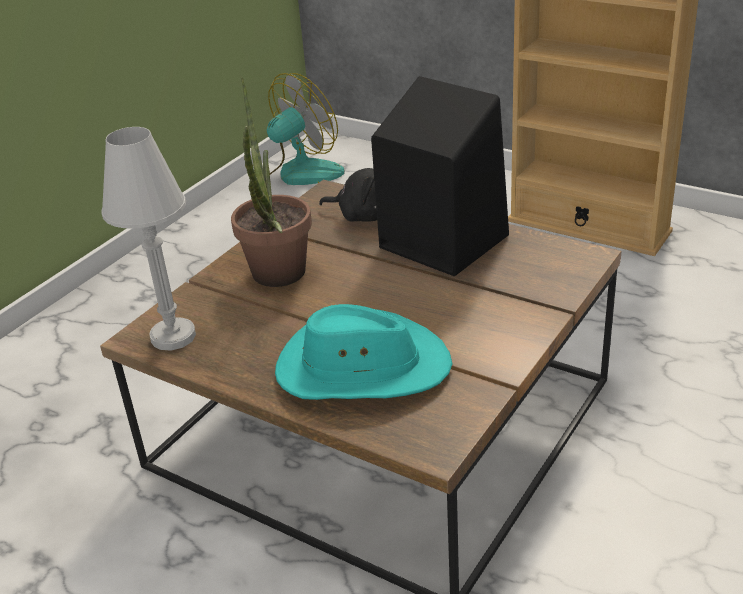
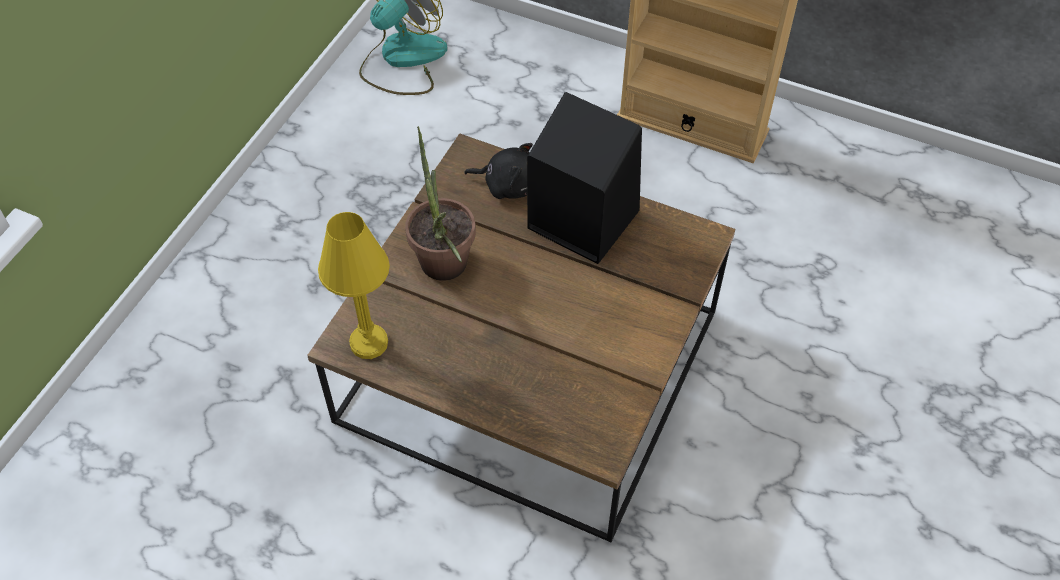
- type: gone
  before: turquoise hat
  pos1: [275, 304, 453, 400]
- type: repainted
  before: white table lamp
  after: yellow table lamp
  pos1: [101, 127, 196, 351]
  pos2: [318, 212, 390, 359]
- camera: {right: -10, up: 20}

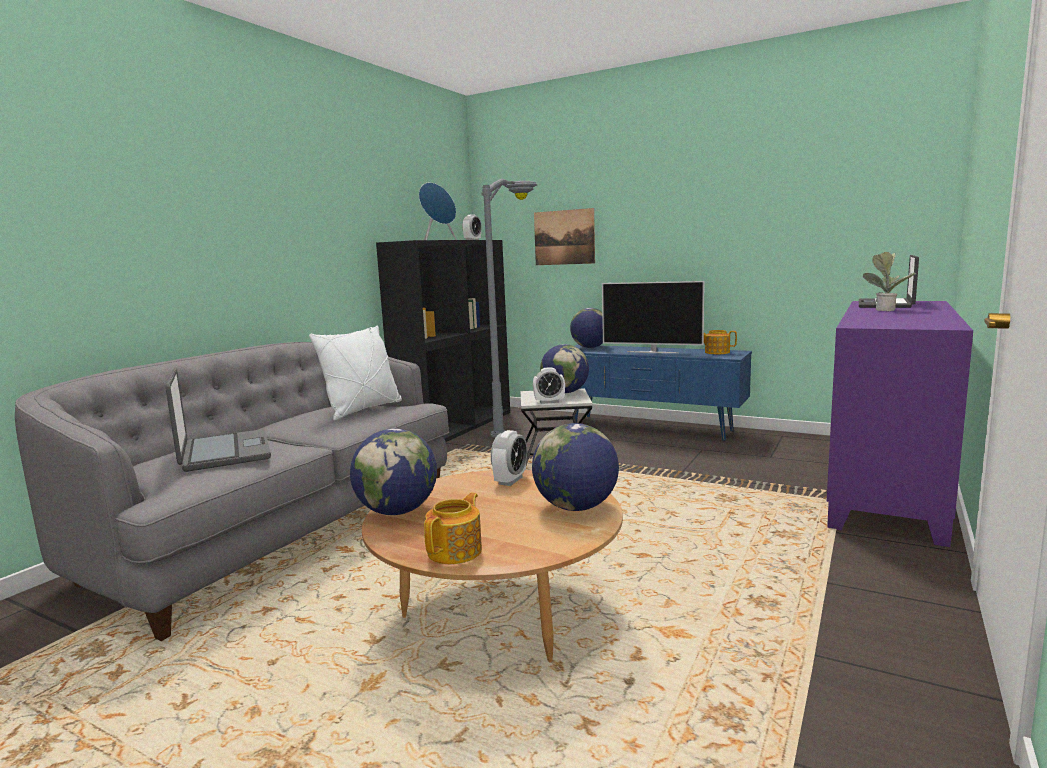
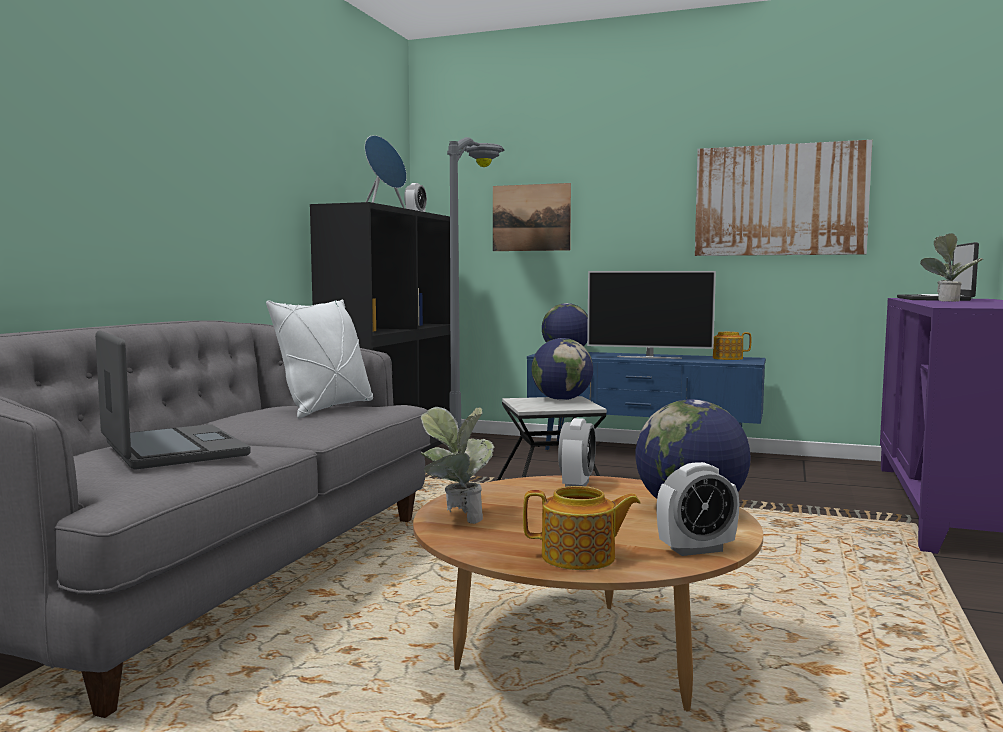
- type: new
  after: picture
  pos2: [695, 140, 872, 256]
- type: shifted
  before: alarm clock
  pos1: [533, 367, 565, 404]
  pos2: [657, 462, 739, 556]
- type: swapped
  before: globe
  after: potted plant
  pos1: [350, 429, 437, 515]
  pos2: [421, 407, 495, 524]
- type: rotated
  before: teapot
  pos1: [424, 493, 482, 564]
  pos2: [523, 486, 641, 570]
  turn: 75
- camera: {right: -10, up: -5}

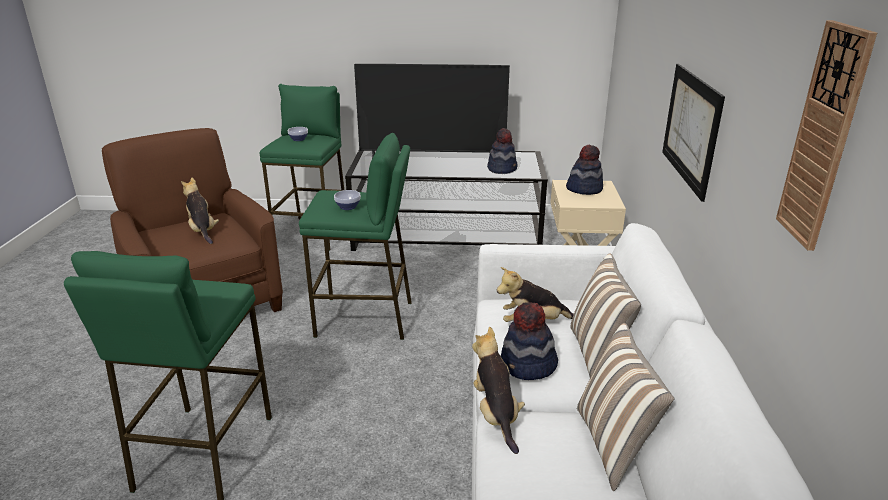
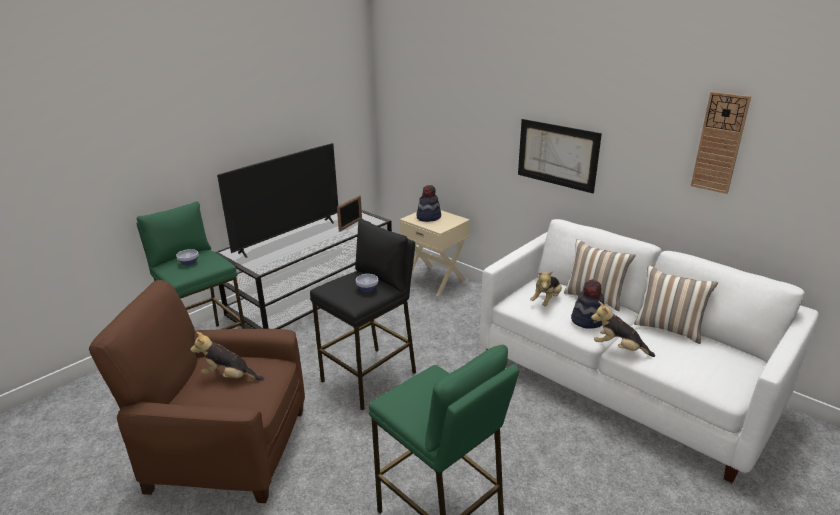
- type: swapped
  before: hat
  after: picture frame
  pos1: [487, 129, 517, 174]
  pos2: [337, 195, 362, 232]
- type: repainted
  before: green stool
  after: black stool
  pos1: [299, 133, 412, 340]
  pos2: [310, 219, 416, 410]
- camera: {right: -50, up: 0}

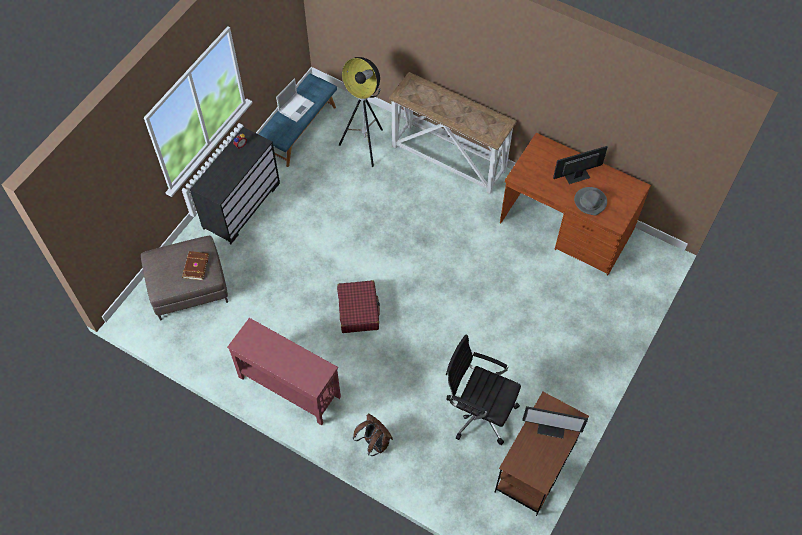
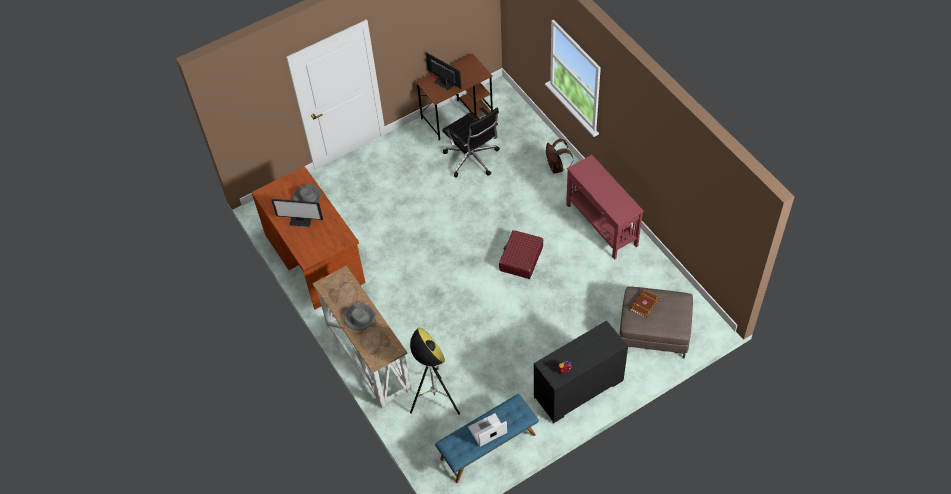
- type: new
  after: grey hat
  pos2: [344, 304, 376, 330]
- camera: {right: -150, up: -5}

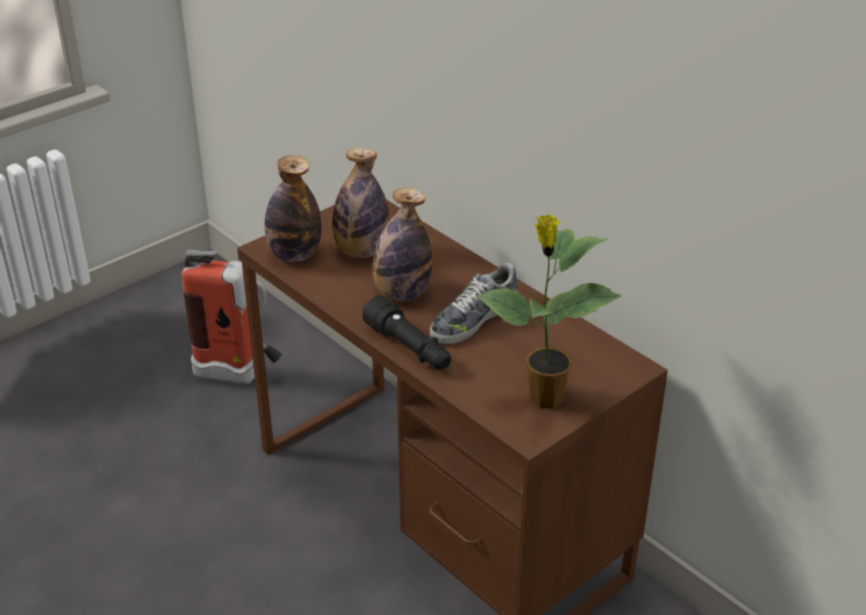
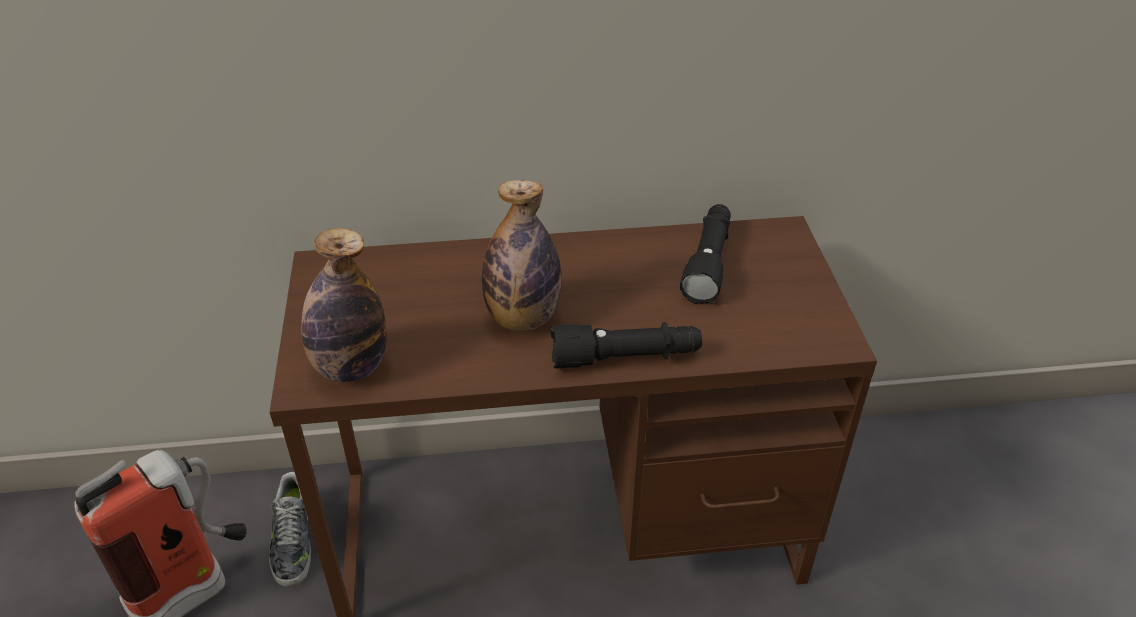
- type: gone
  before: bottle
  pos1: [333, 148, 389, 258]
- type: gone
  before: potted plant
  pos1: [476, 214, 621, 408]
- type: new
  after: black flashlight
  pos2: [680, 204, 731, 304]
- type: shifted
  before: shoe
  pos1: [430, 262, 518, 344]
  pos2: [269, 472, 311, 587]
- camera: {right: -55, up: 5}

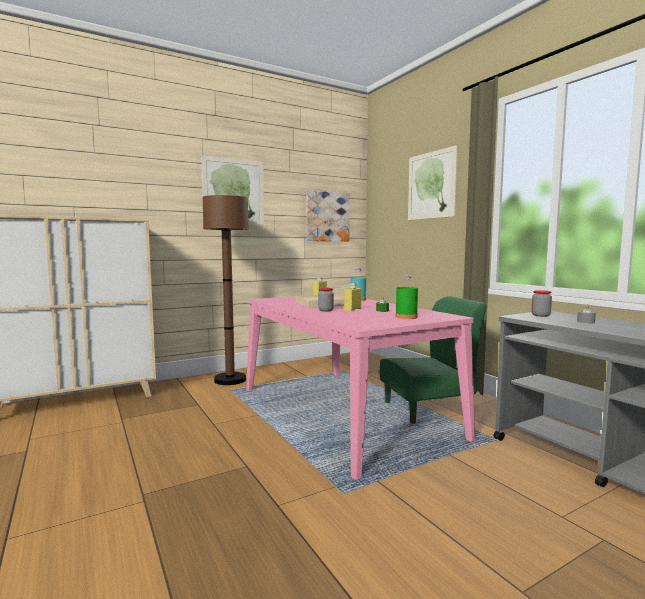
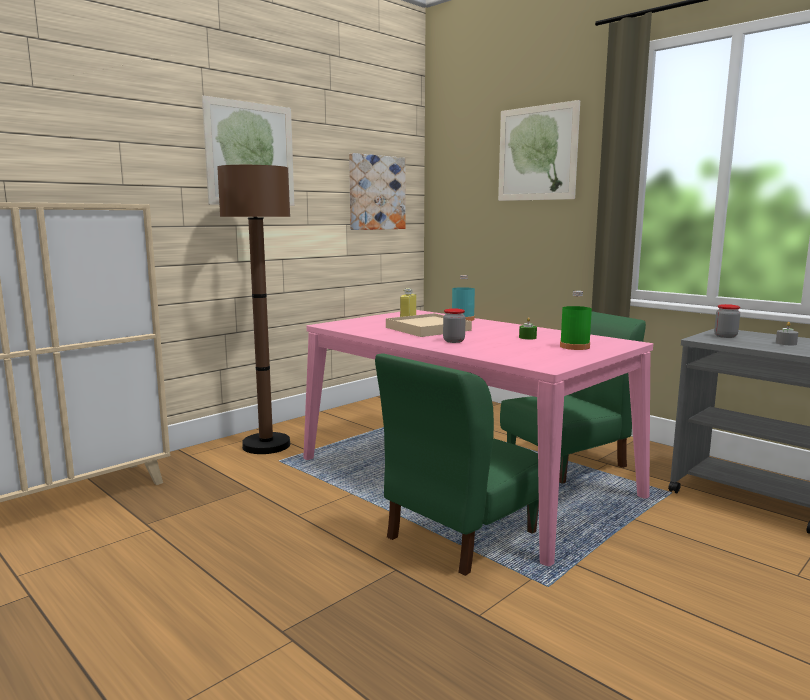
- type: gone
  before: yellow bottle
  pos1: [344, 283, 361, 311]
- type: new
  after: green chair
  pos2: [375, 353, 539, 576]
- camera: {right: -15, up: 5}

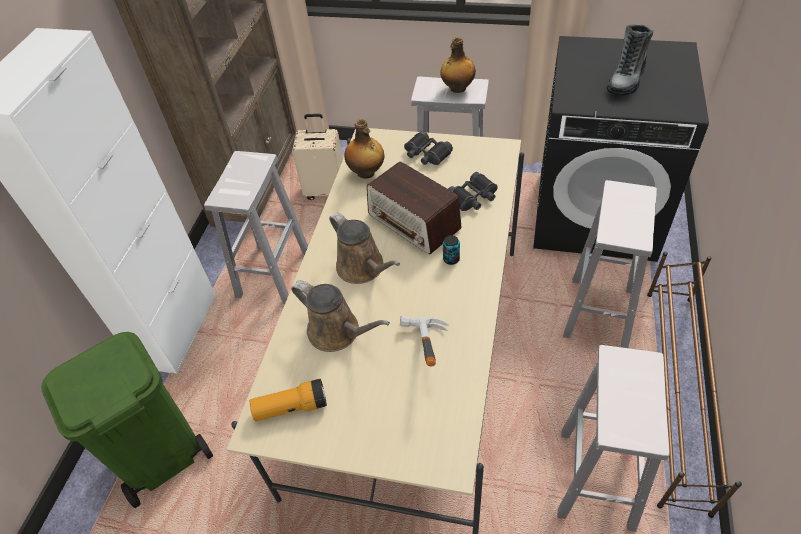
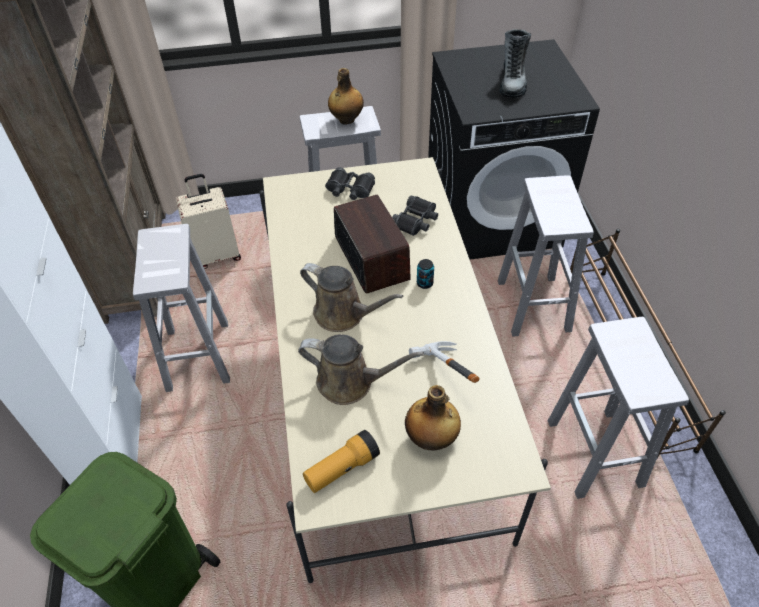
- type: shifted
  before: bottle
  pos1: [344, 119, 384, 179]
  pos2: [405, 385, 461, 450]
- type: rotated
  before: radio
  pos1: [367, 161, 461, 254]
  pos2: [334, 194, 411, 294]
  turn: -135
- camera: {right: -25, up: 0}

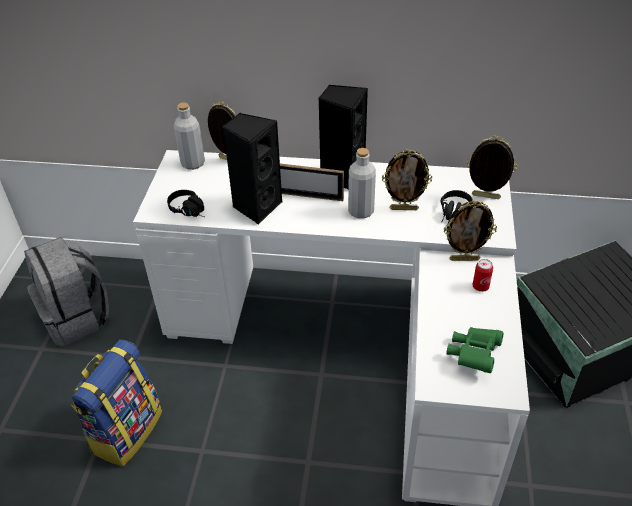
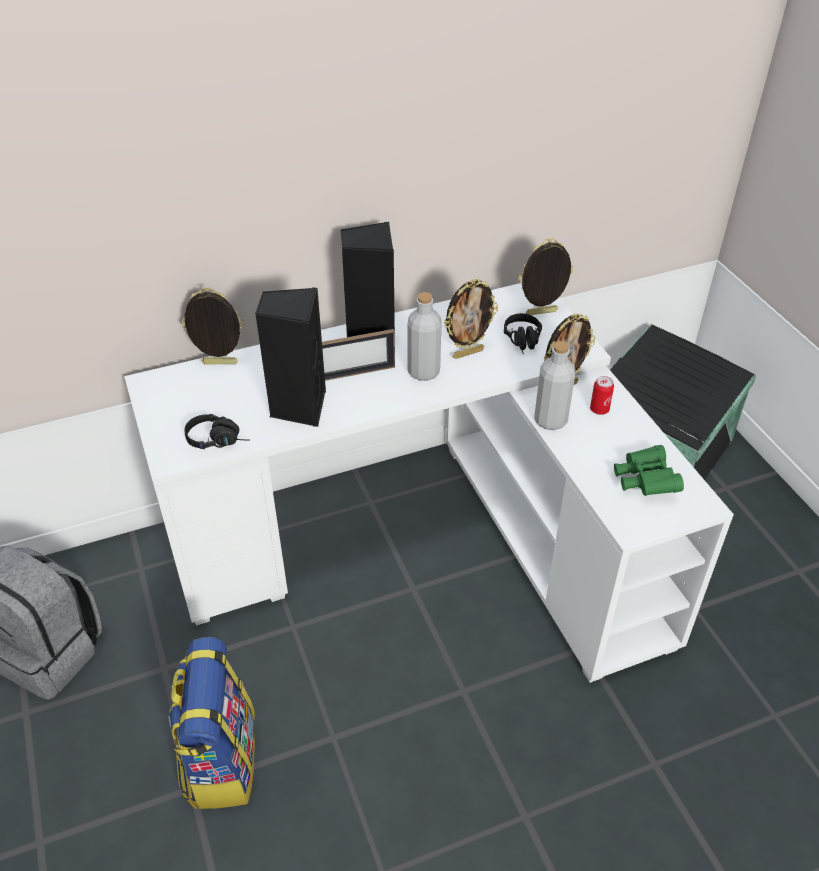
- type: shifted
  before: grey bottle
  pos1: [174, 102, 205, 170]
  pos2: [534, 341, 575, 430]
- camera: {right: -30, up: 0}

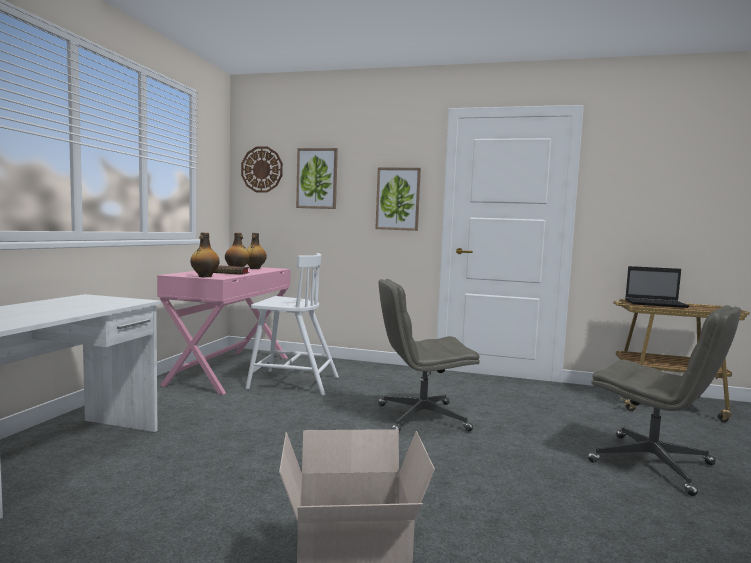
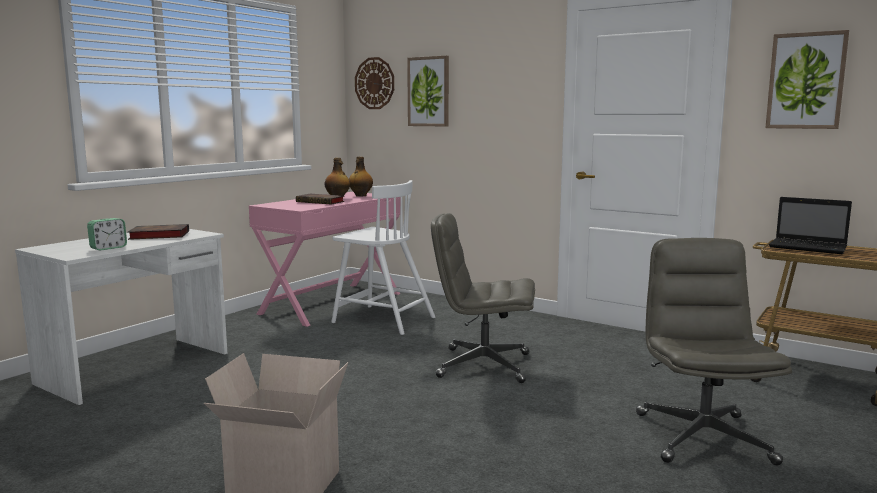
- type: gone
  before: bottle
  pos1: [190, 232, 220, 277]
- type: new
  after: alarm clock
  pos2: [87, 218, 127, 251]
- type: new
  after: book
  pos2: [127, 224, 189, 240]
- type: shifted
  before: picture
  pos1: [375, 167, 421, 231]
  pos2: [765, 30, 849, 129]
- type: rotated
  before: grey office chair
  pos1: [588, 305, 741, 496]
  pos2: [636, 238, 792, 465]
  turn: -150
- camera: {right: 20, up: 5}

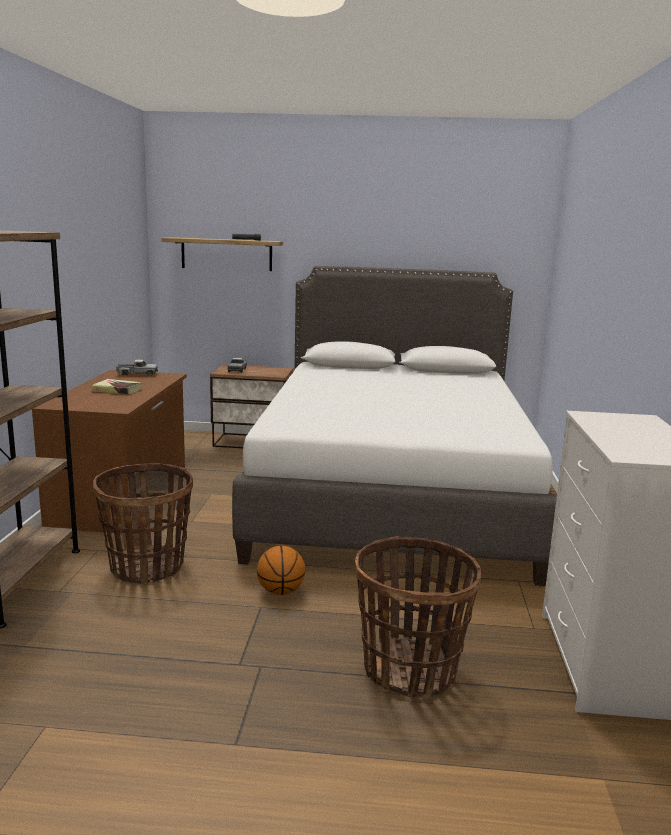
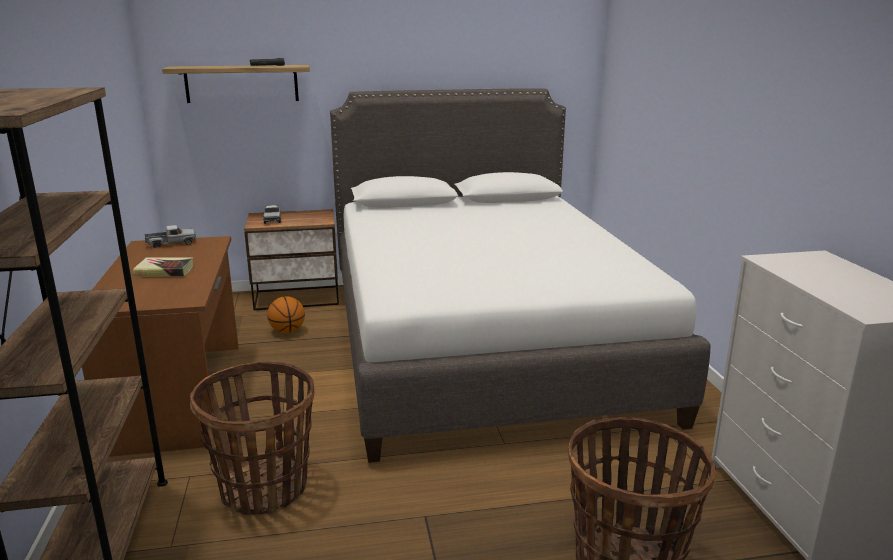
- type: shifted
  before: basketball
  pos1: [257, 546, 305, 595]
  pos2: [267, 296, 305, 333]
- camera: {right: -15, up: 5}

